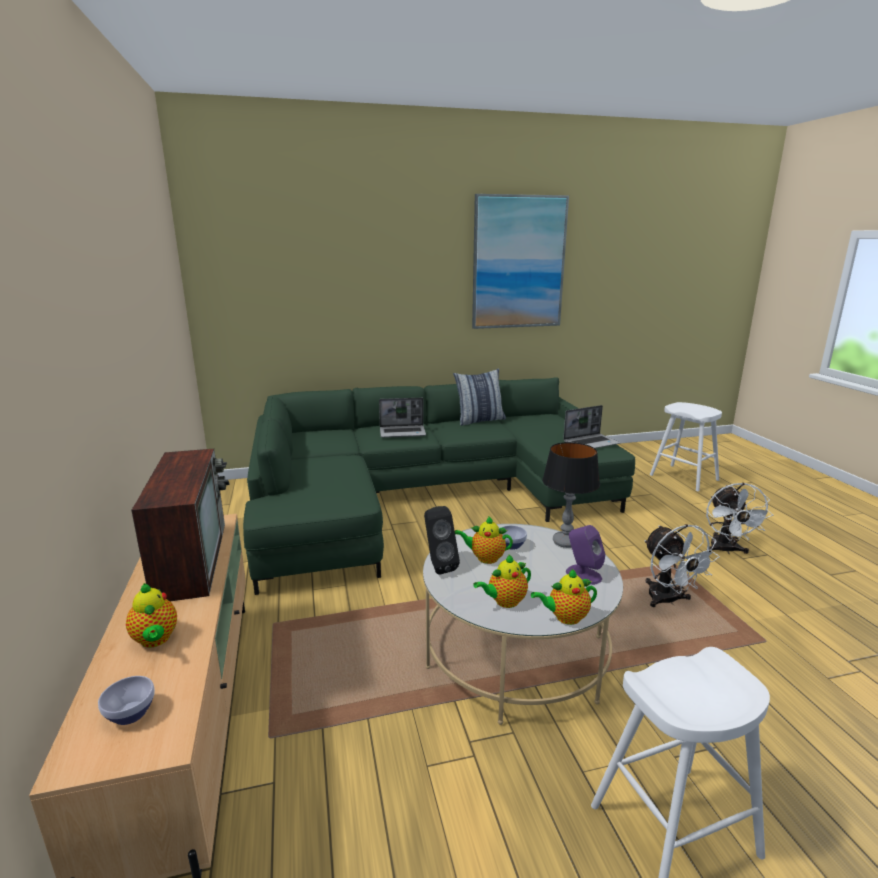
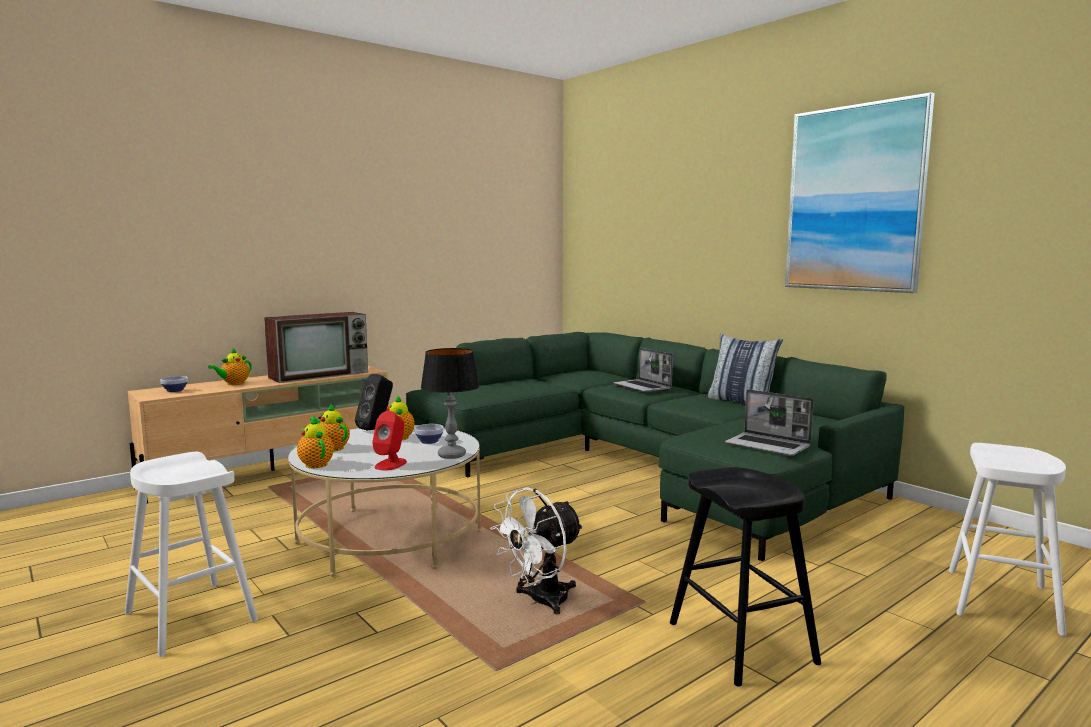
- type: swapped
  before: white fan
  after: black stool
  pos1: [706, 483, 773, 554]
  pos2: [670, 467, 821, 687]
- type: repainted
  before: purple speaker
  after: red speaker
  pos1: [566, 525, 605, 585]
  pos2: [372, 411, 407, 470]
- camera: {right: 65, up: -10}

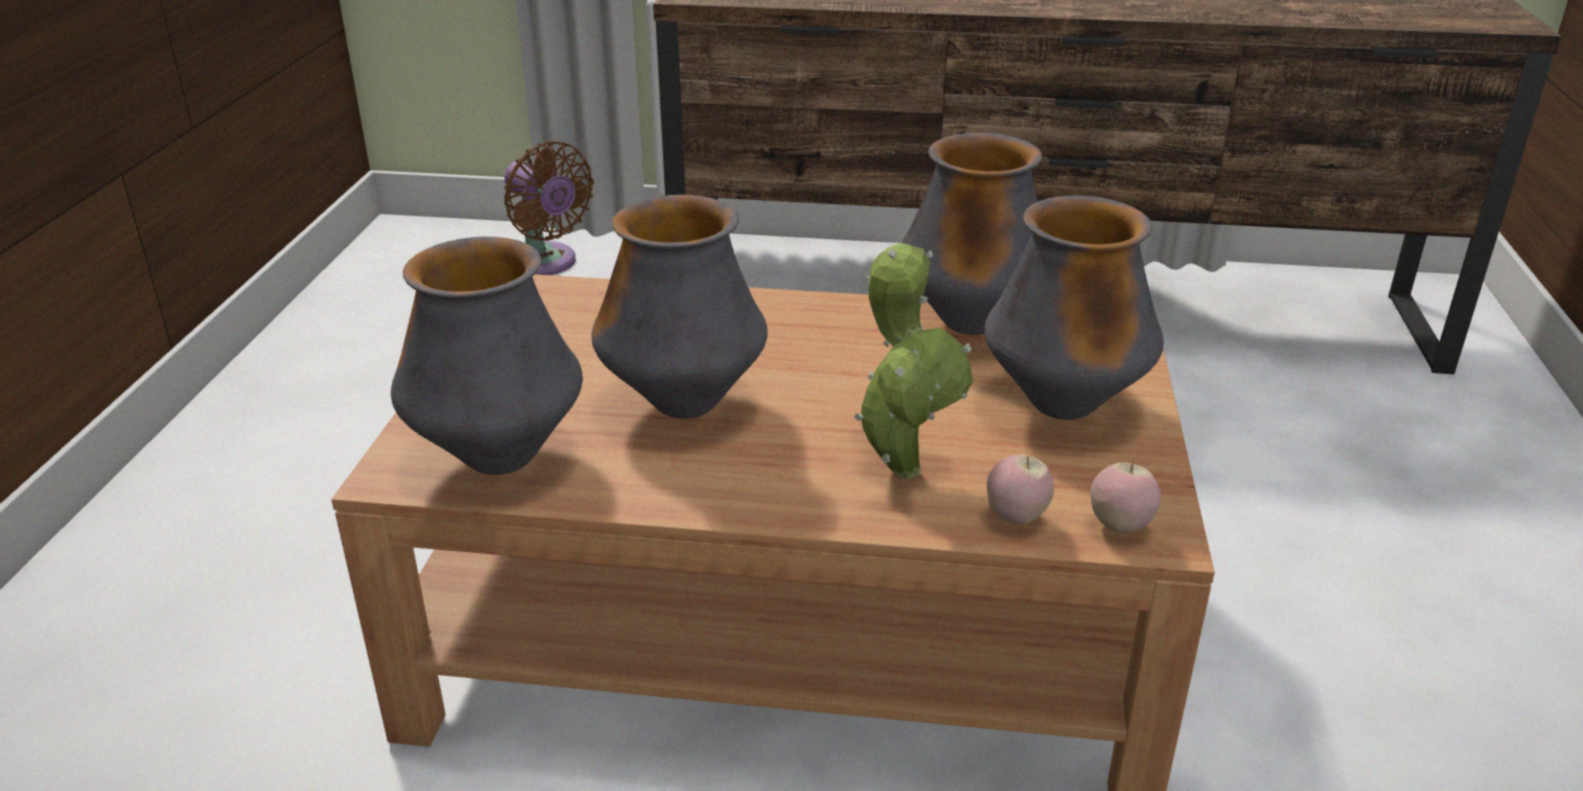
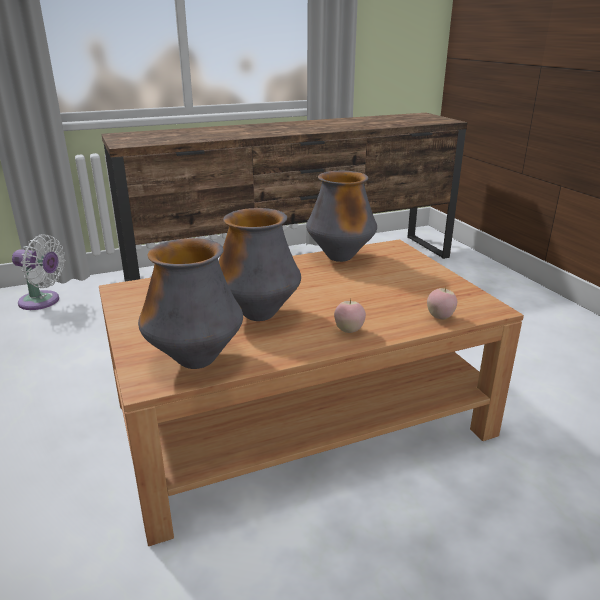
- type: gone
  before: potted plant
  pos1: [854, 243, 973, 479]
- type: gone
  before: vase
  pos1: [984, 195, 1164, 420]
- type: shifted
  before: apple
  pos1: [1091, 462, 1161, 533]
  pos2: [334, 299, 366, 333]
- type: repainted
  before: brown fan
  after: white fan
  pos1: [504, 141, 594, 275]
  pos2: [12, 234, 66, 310]
- camera: {right: -30, up: -5}

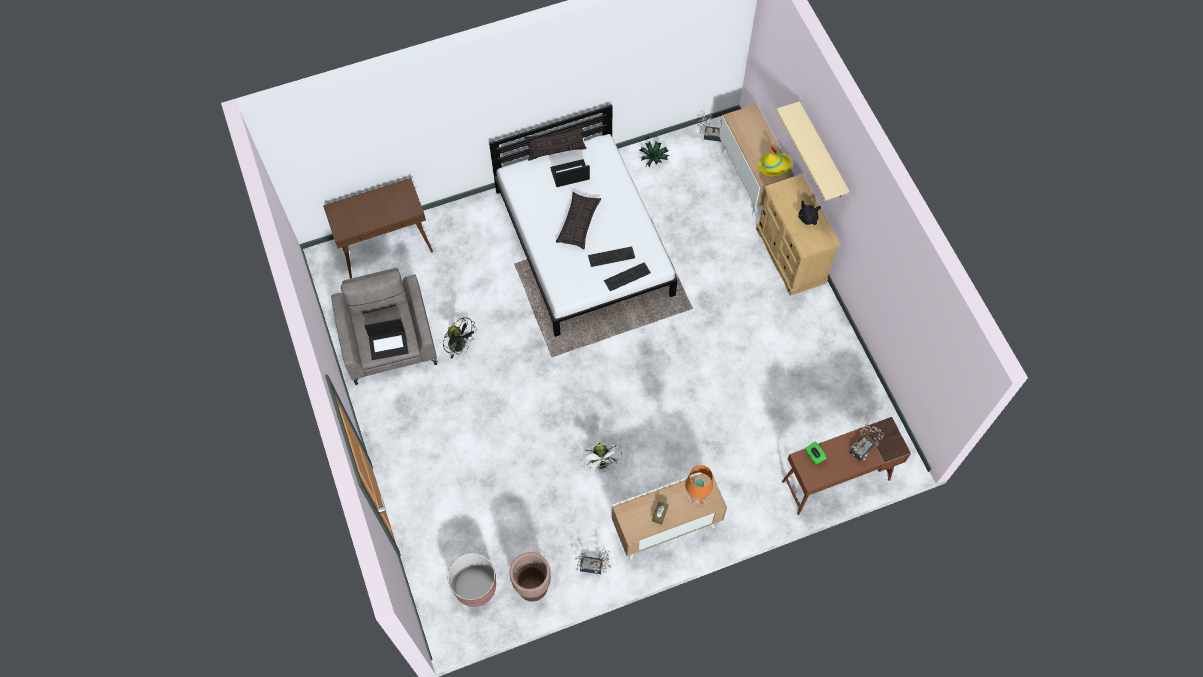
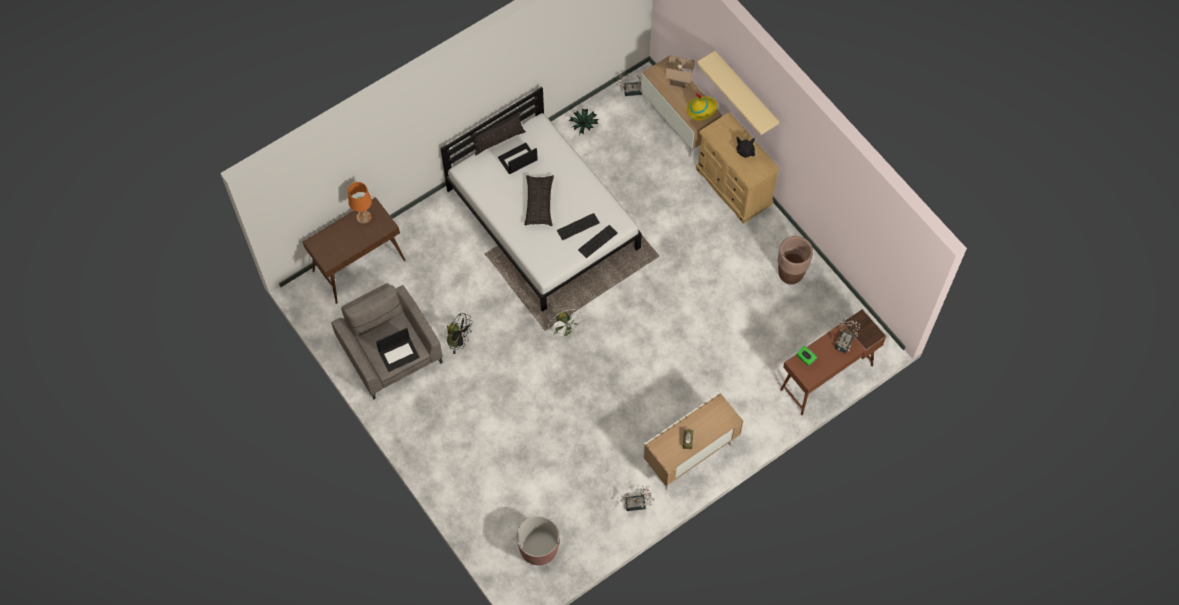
- type: new
  after: beige table lamp
  pos2: [665, 55, 695, 88]
- type: shifted
  before: brown planter
  pos1: [510, 552, 551, 602]
  pos2: [778, 236, 813, 285]
- type: shifted
  before: white fan
  pos1: [580, 443, 622, 473]
  pos2: [548, 309, 584, 340]
- type: shifted
  before: orange table lamp
  pos1: [685, 465, 713, 506]
  pos2: [348, 182, 372, 224]
- camera: {right: -15, up: 0}

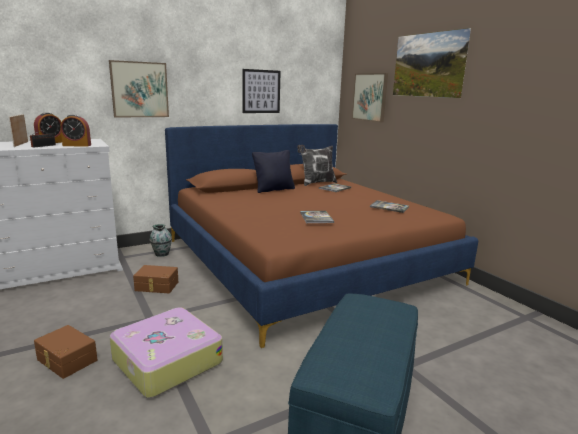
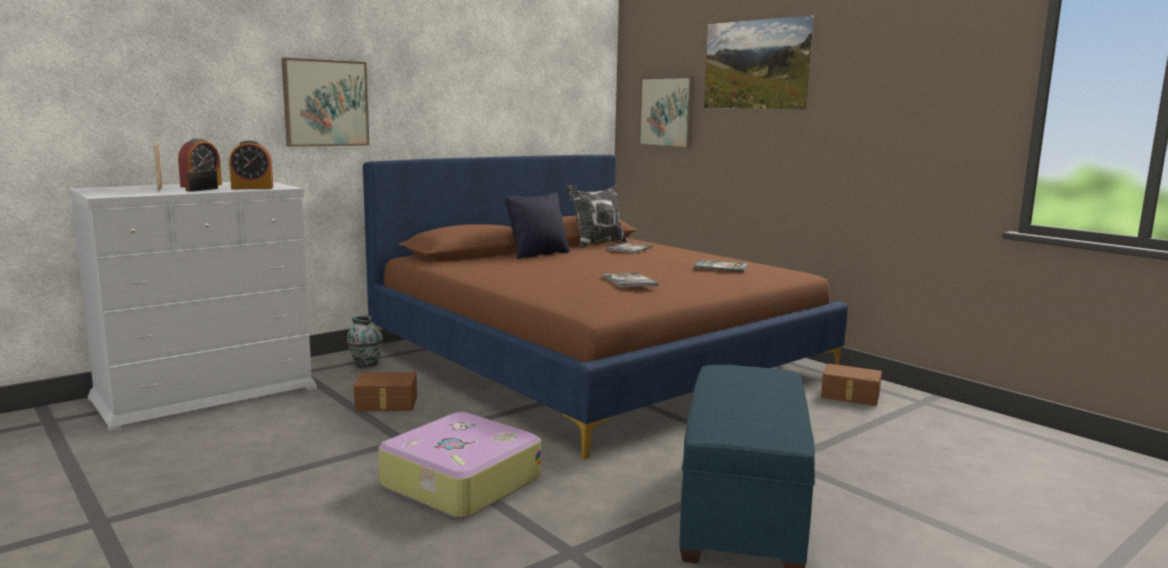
- type: gone
  before: picture
  pos1: [242, 69, 281, 113]
- type: shifted
  before: brown storage box
  pos1: [34, 325, 97, 379]
  pos2: [821, 364, 882, 406]
- camera: {right: -10, up: -5}

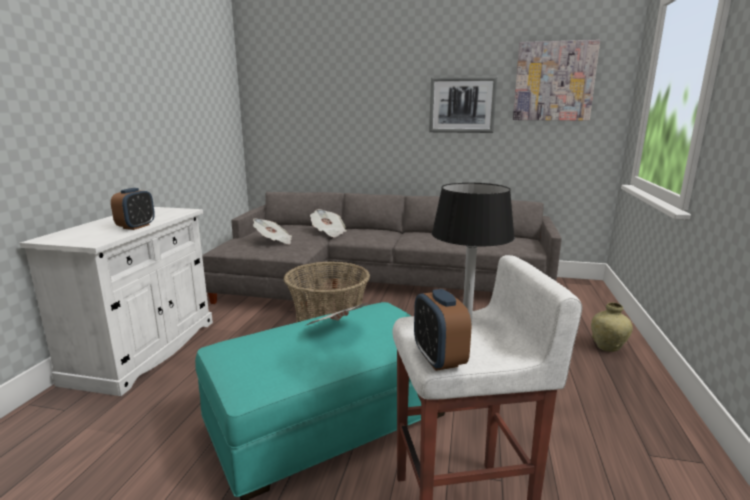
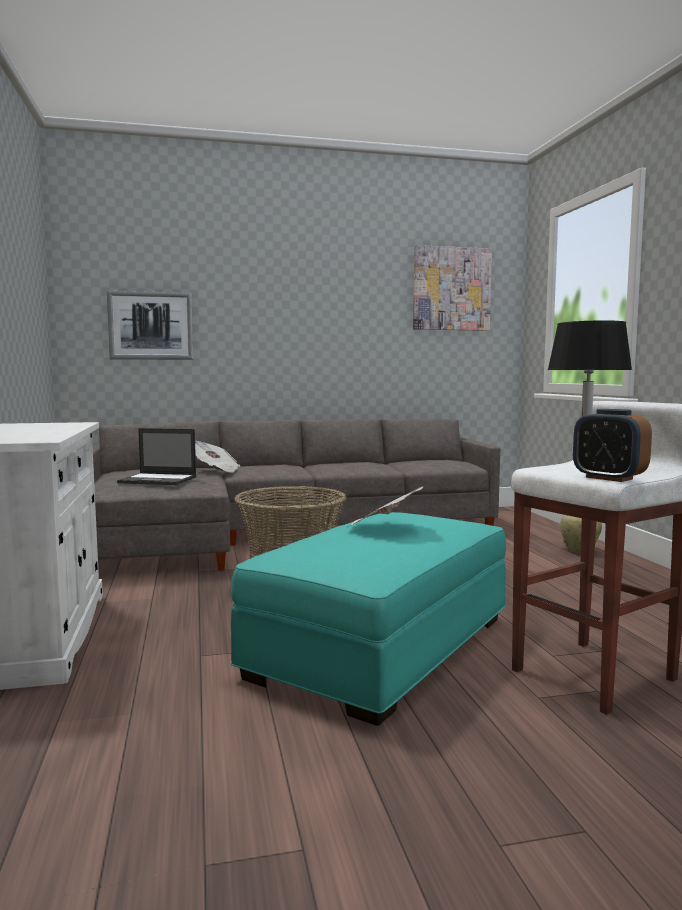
- type: gone
  before: alarm clock
  pos1: [111, 188, 155, 230]
- type: shifted
  before: picture
  pos1: [429, 77, 498, 133]
  pos2: [107, 291, 193, 360]
- type: swapped
  before: newspaper
  after: laptop
  pos1: [253, 218, 292, 244]
  pos2: [117, 428, 197, 485]
- camera: {right: -25, up: -10}

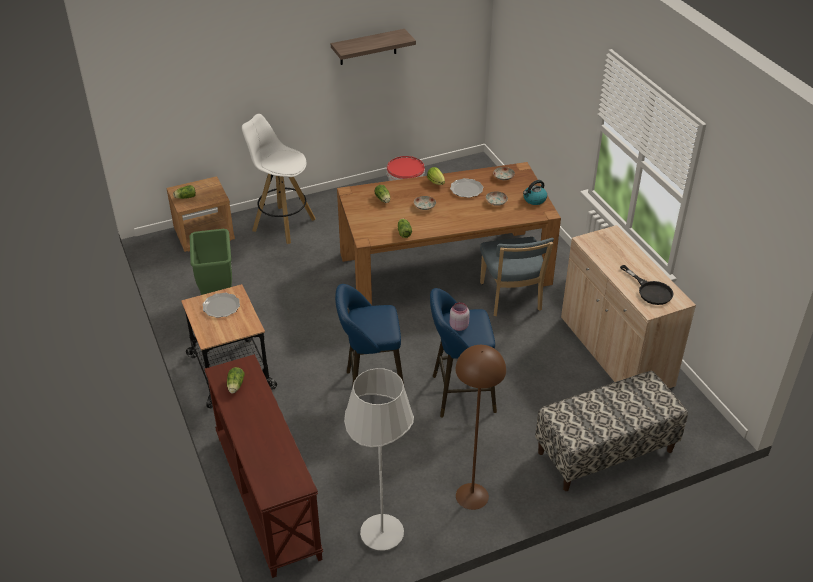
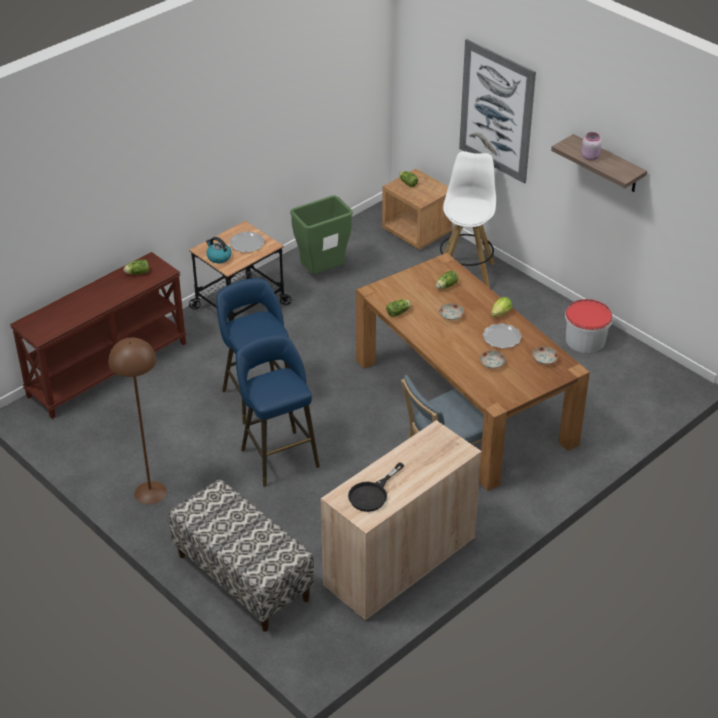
- type: gone
  before: white floor lamp
  pos1: [344, 368, 414, 551]
- type: new
  after: picture
  pos2: [459, 39, 536, 184]
- type: shifted
  before: pink jar
  pos1: [450, 302, 470, 331]
  pos2: [581, 132, 602, 161]
- type: shifted
  before: kettle
  pos1: [523, 180, 547, 205]
  pos2: [206, 237, 232, 263]
- camera: {right: 70, up: 0}

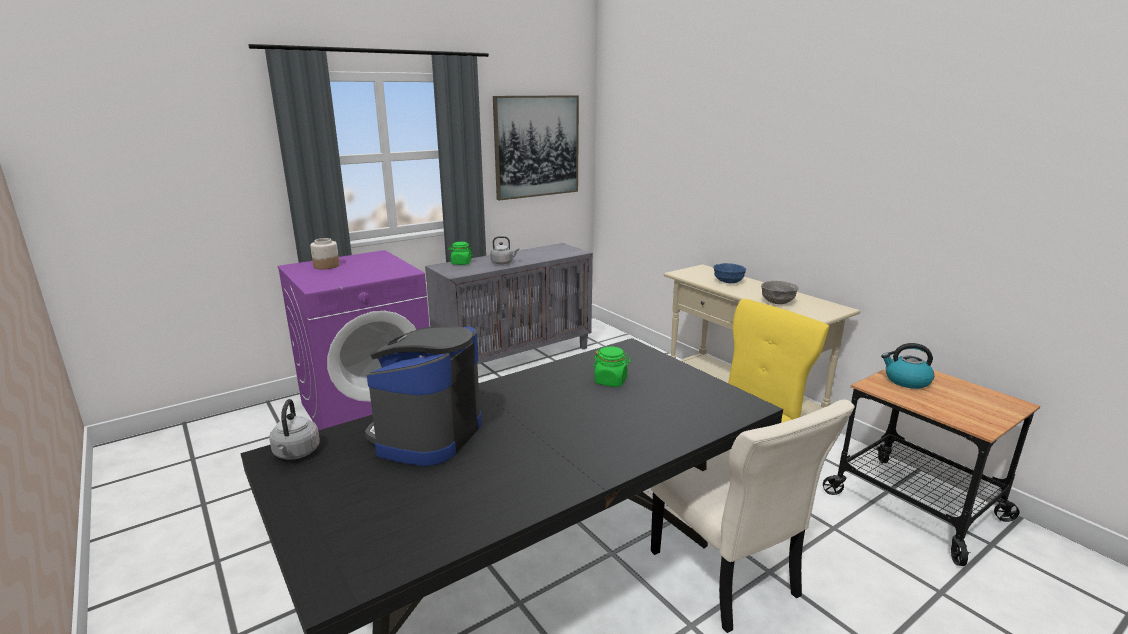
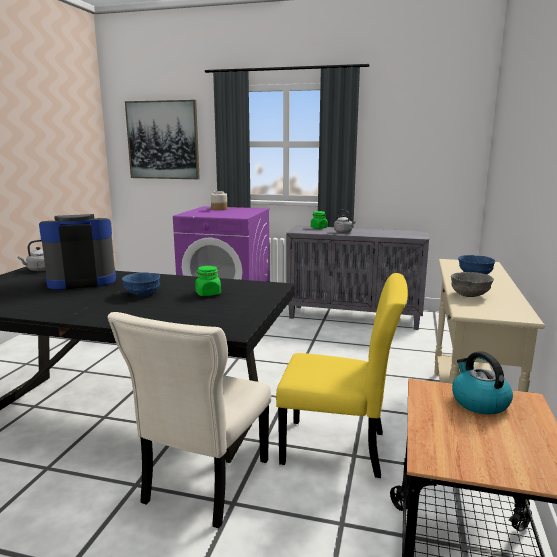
- type: new
  after: blue bowl
  pos2: [122, 272, 160, 296]
- type: shifted
  before: picture
  pos1: [493, 95, 579, 201]
  pos2: [125, 100, 200, 179]
- camera: {right: 50, up: -5}

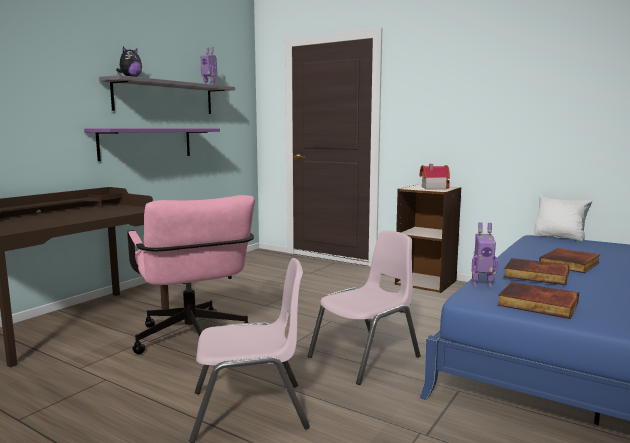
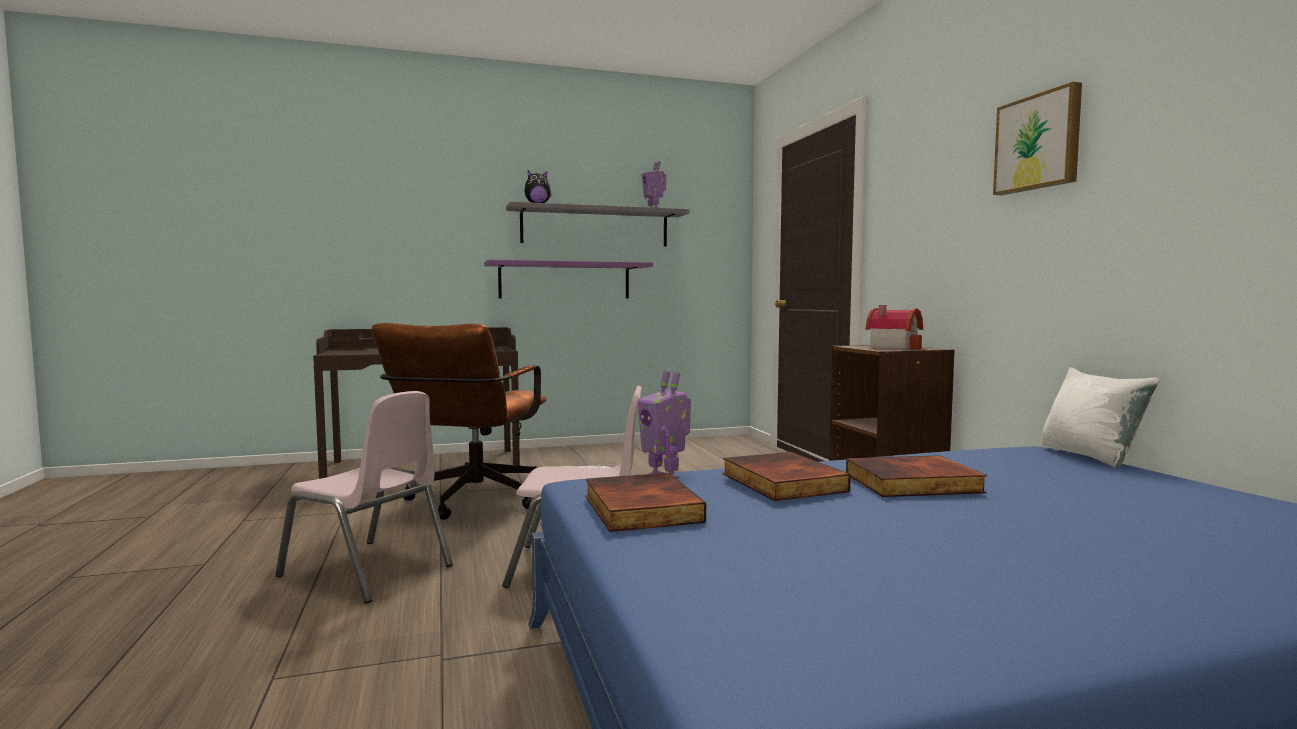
- type: new
  after: picture
  pos2: [993, 82, 1082, 195]
- type: repainted
  before: pink office chair
  after: brown office chair
  pos1: [127, 195, 255, 354]
  pos2: [372, 323, 547, 520]
- camera: {right: 40, up: -5}

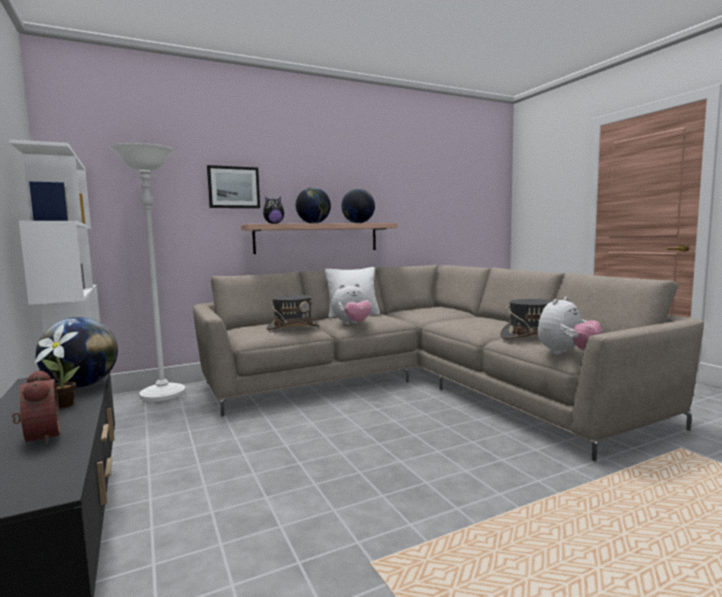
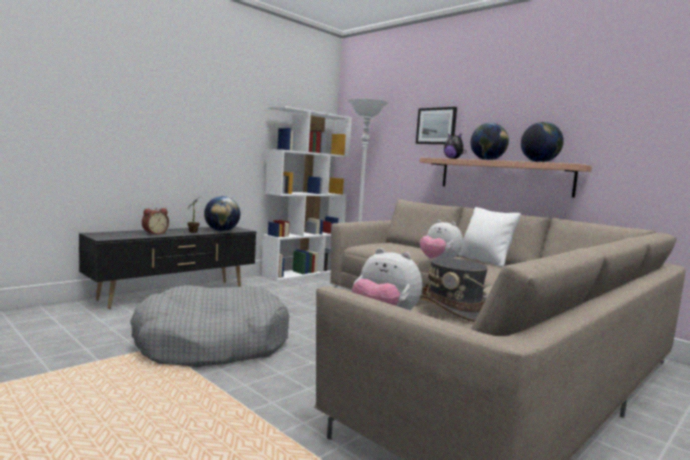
- type: gone
  before: grey hat
  pos1: [266, 295, 320, 330]
- type: new
  after: grey dog bed
  pos2: [130, 285, 289, 367]
- camera: {right: 70, up: 0}

